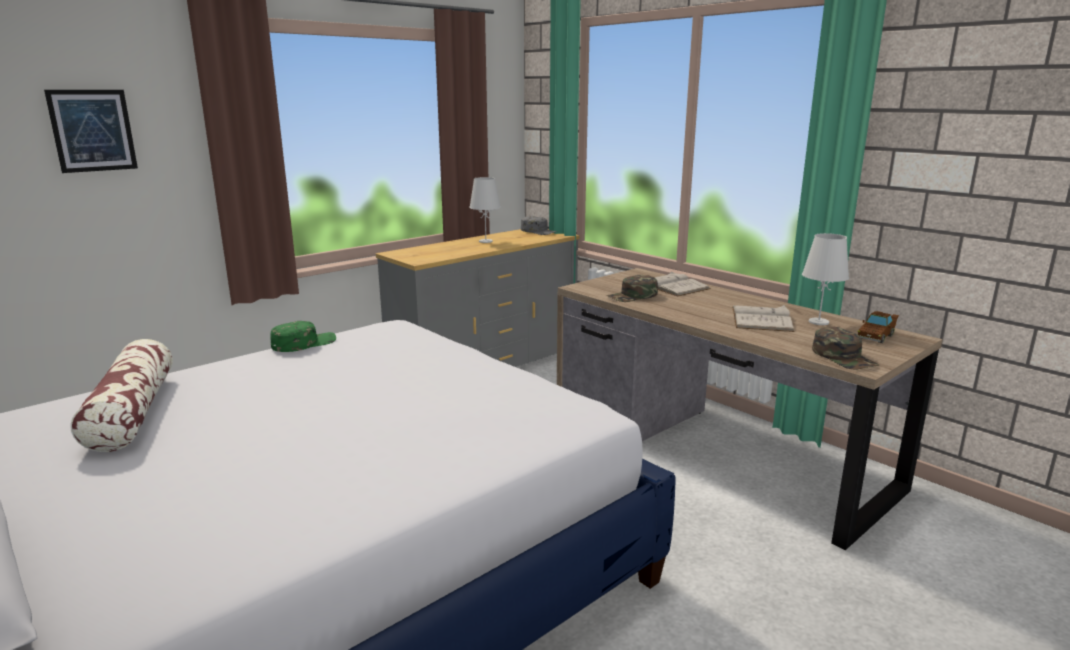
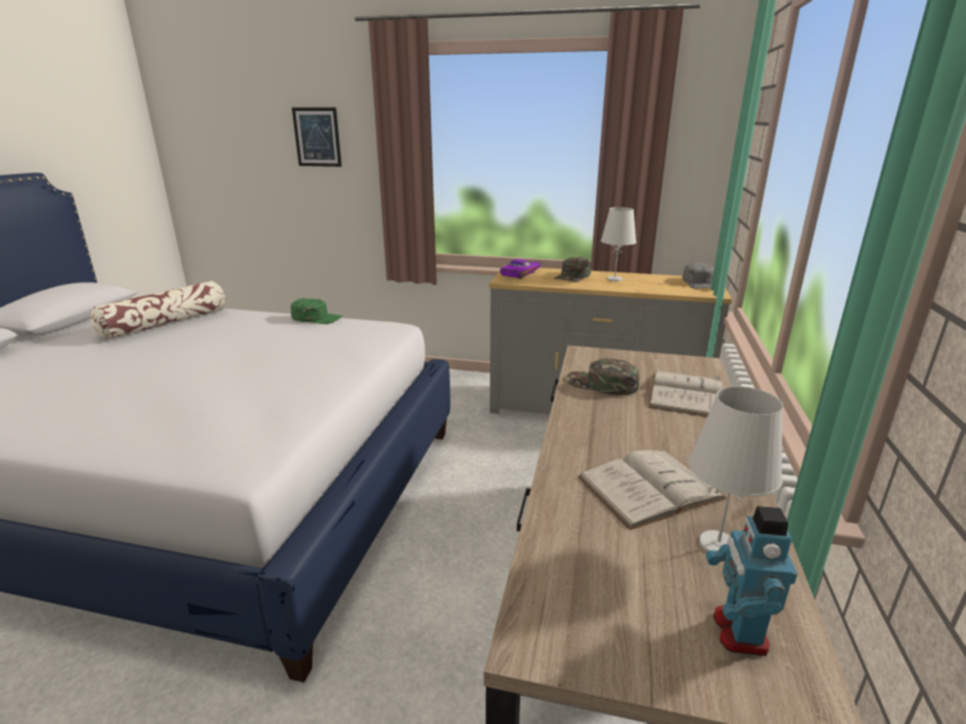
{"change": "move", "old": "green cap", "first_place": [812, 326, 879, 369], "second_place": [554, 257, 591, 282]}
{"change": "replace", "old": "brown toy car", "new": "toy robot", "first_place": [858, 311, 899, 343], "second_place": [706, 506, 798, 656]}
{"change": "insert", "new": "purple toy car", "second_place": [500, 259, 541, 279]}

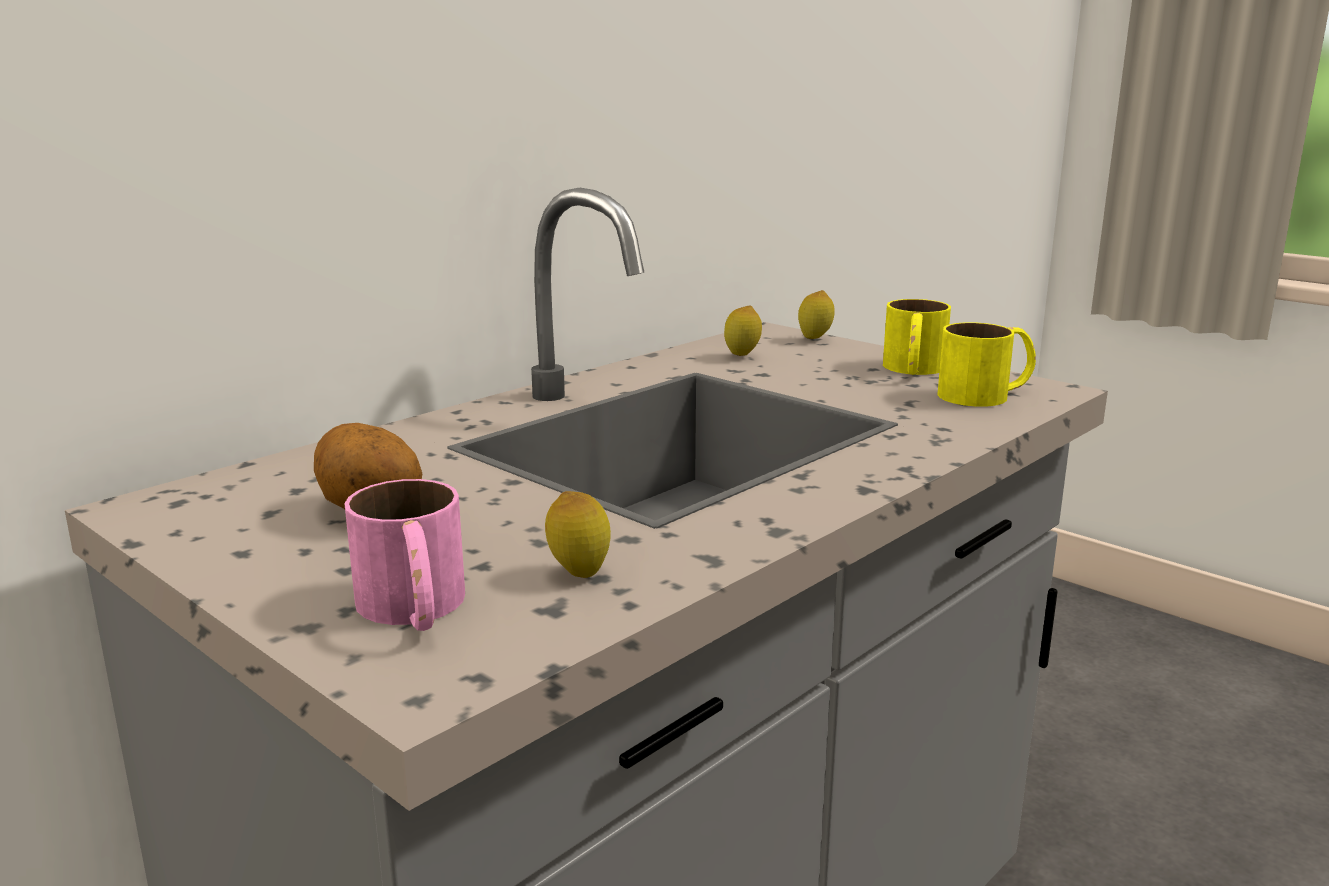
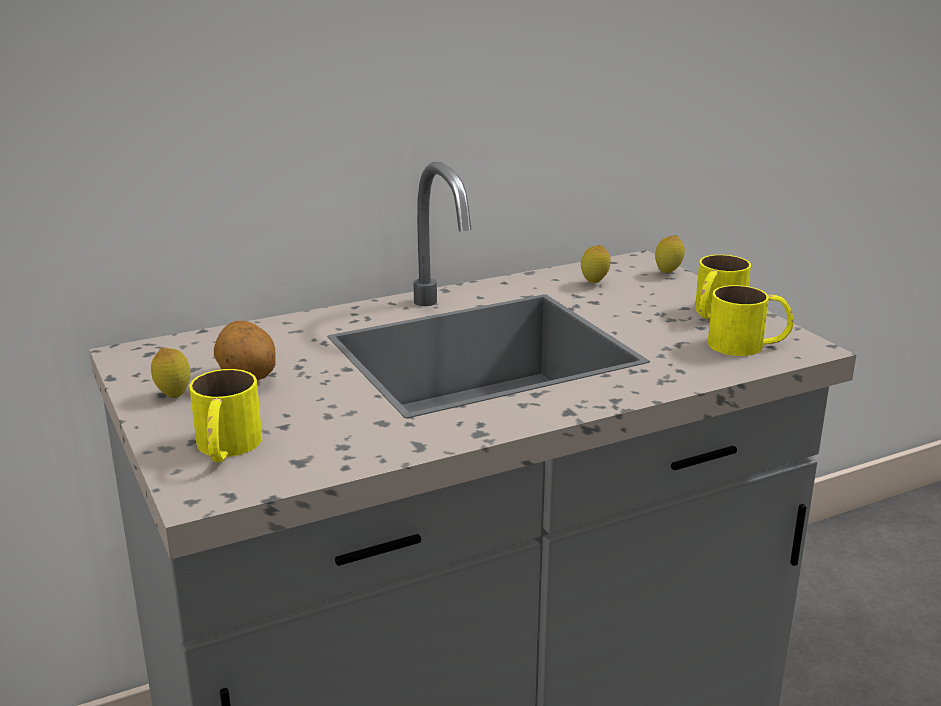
{"change": "recolor", "old": "pink mug", "new": "yellow mug", "first_place": [344, 479, 465, 631], "second_place": [189, 369, 262, 463]}
{"change": "move", "old": "lemon", "first_place": [545, 491, 611, 578], "second_place": [151, 347, 190, 398]}

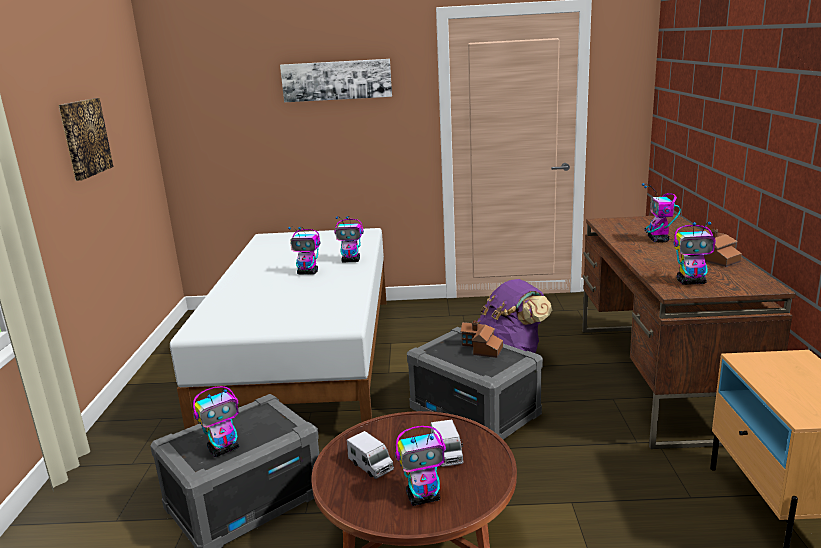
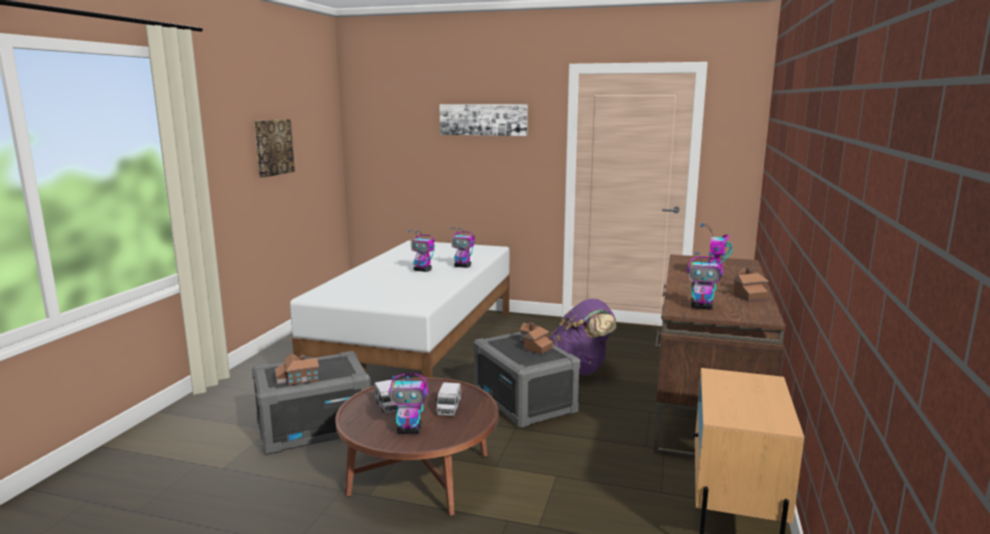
{"change": "replace", "old": "toy robot", "new": "toy house", "first_place": [193, 386, 239, 457], "second_place": [275, 353, 319, 385]}

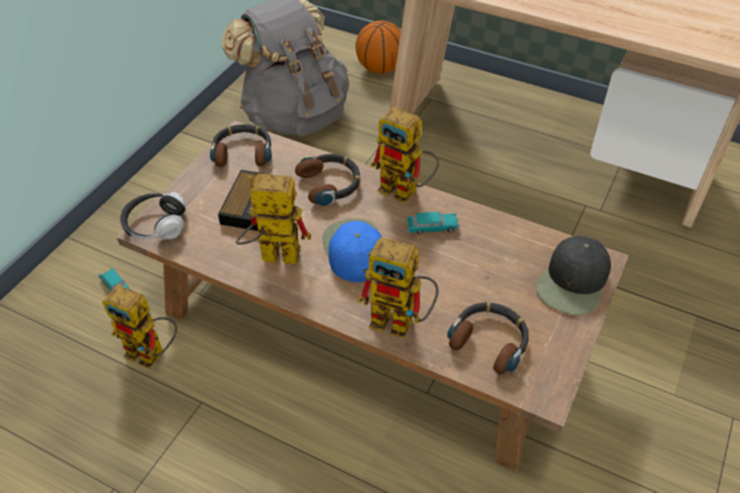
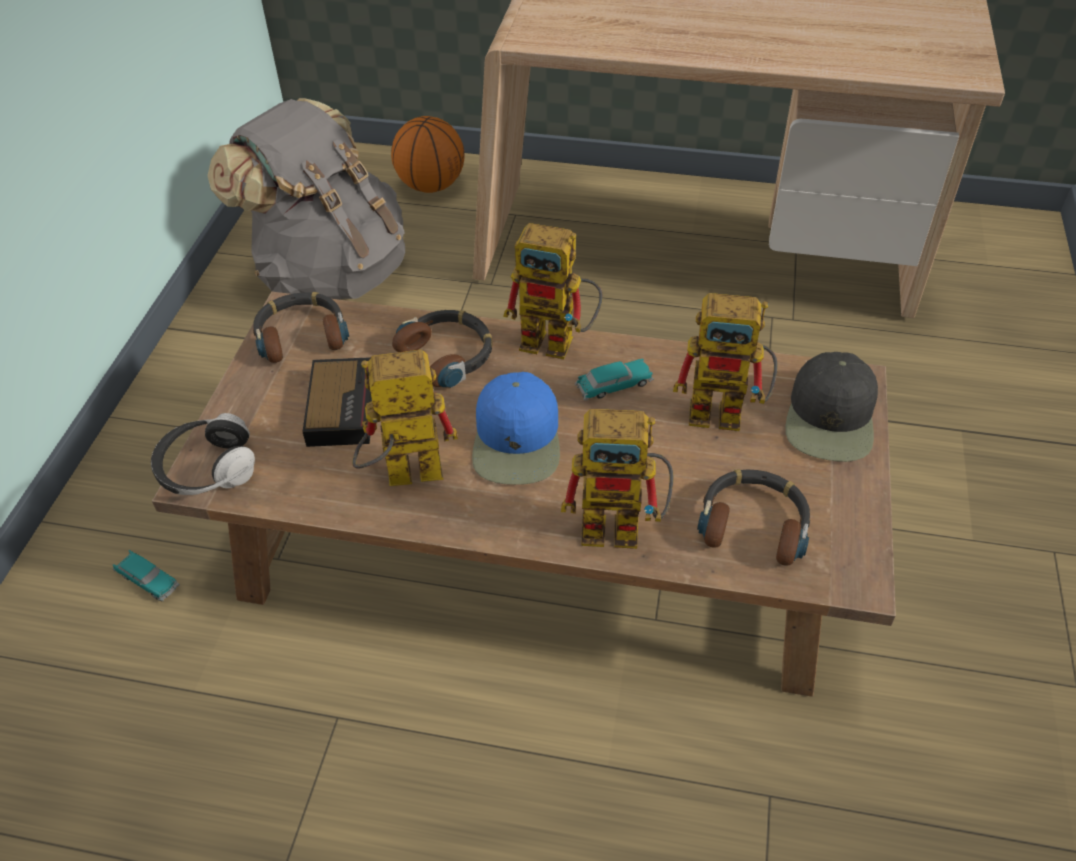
{"change": "move", "old": "toy robot", "first_place": [102, 285, 177, 369], "second_place": [673, 293, 778, 431]}
{"change": "rotate", "old": "blue cap", "first_place": [322, 219, 383, 282], "second_place": [472, 372, 560, 485], "degrees": -150}

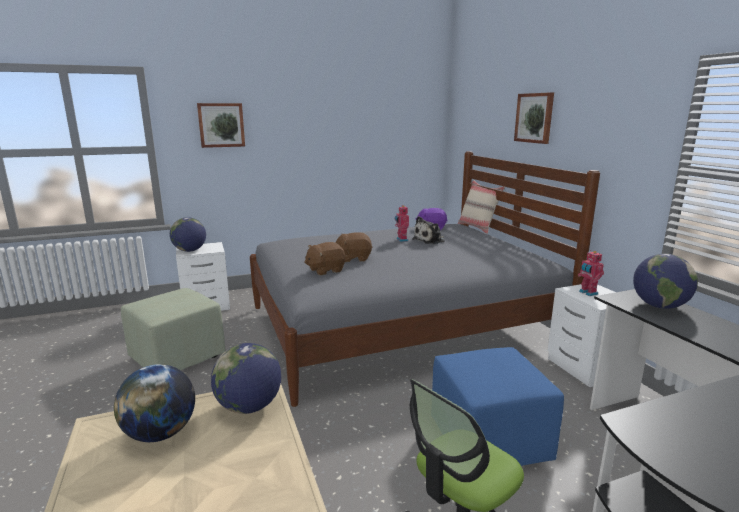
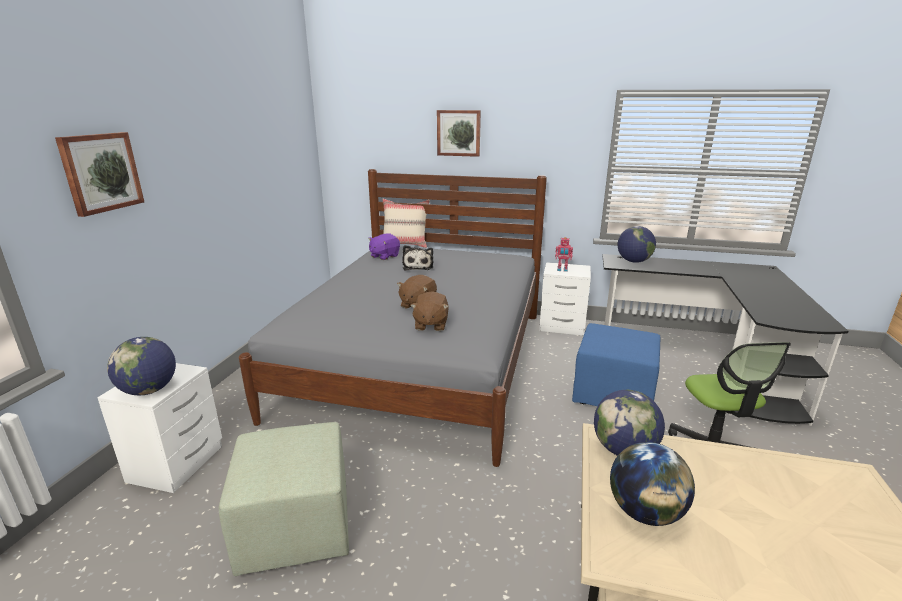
{"change": "delete", "old": "toy robot", "first_place": [395, 205, 409, 242]}

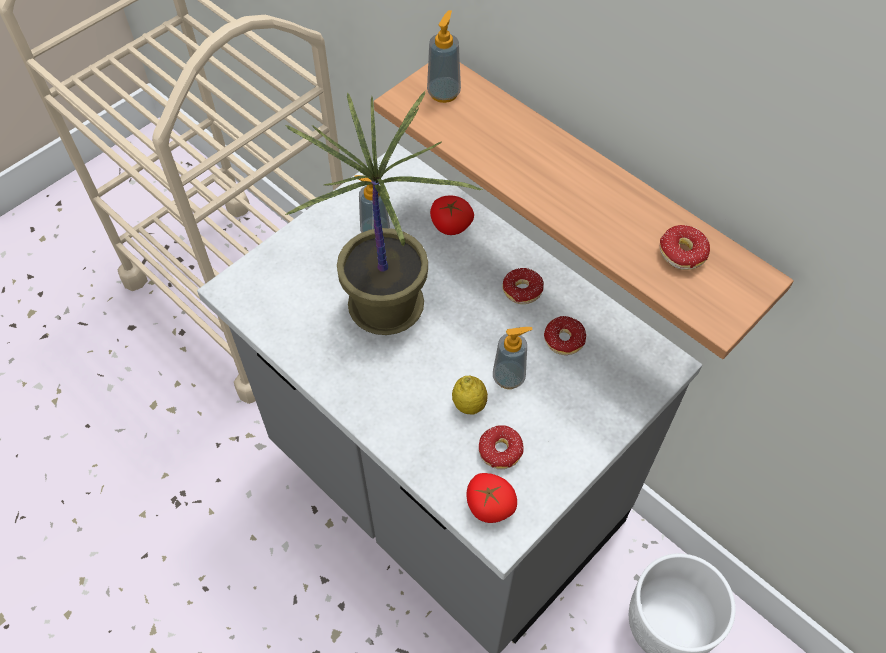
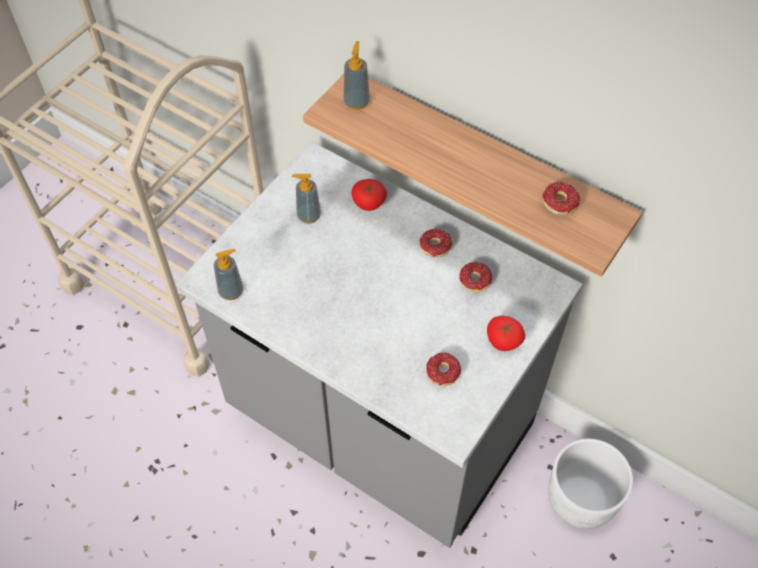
{"change": "delete", "old": "potted plant", "first_place": [285, 91, 483, 335]}
{"change": "delete", "old": "lemon", "first_place": [452, 376, 488, 415]}
{"change": "move", "old": "tomato", "first_place": [466, 473, 517, 523], "second_place": [487, 316, 525, 351]}
{"change": "move", "old": "soap dispenser", "first_place": [493, 327, 533, 389], "second_place": [214, 249, 243, 300]}

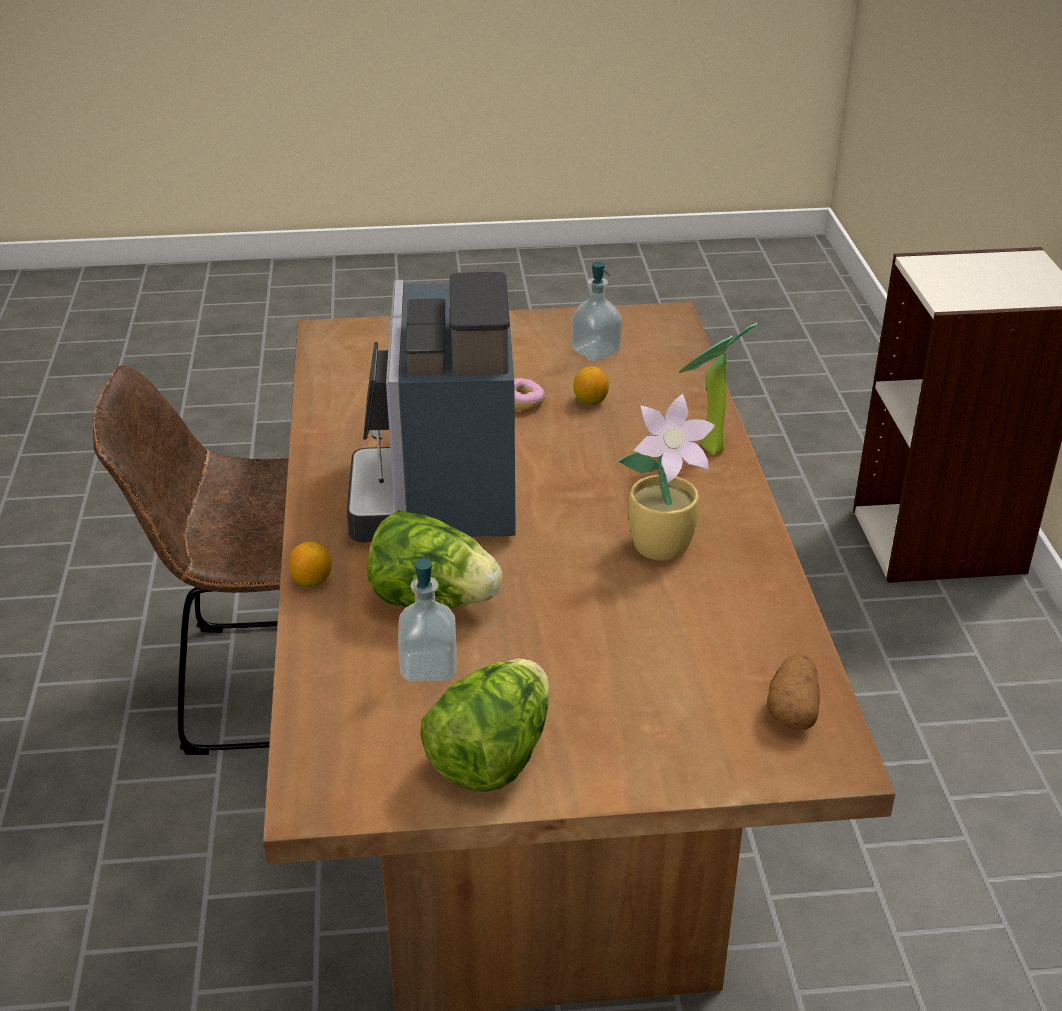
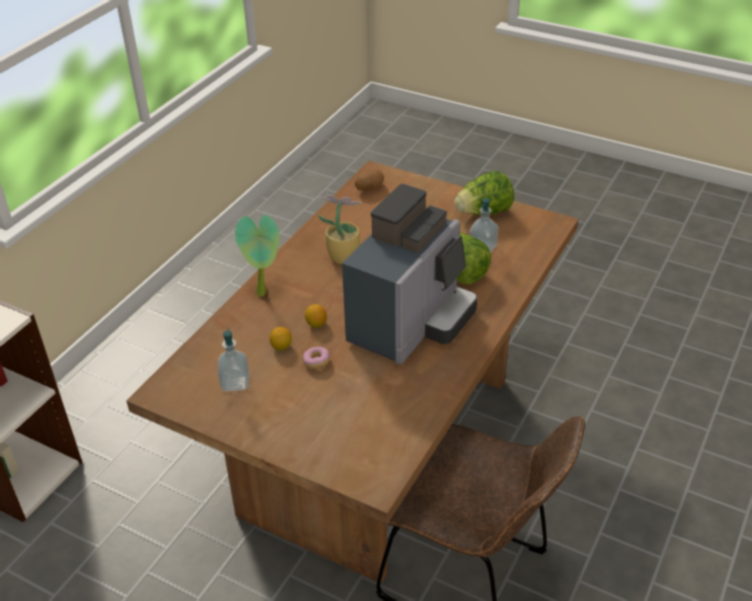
{"change": "move", "old": "lemon", "first_place": [289, 542, 332, 587], "second_place": [305, 304, 327, 328]}

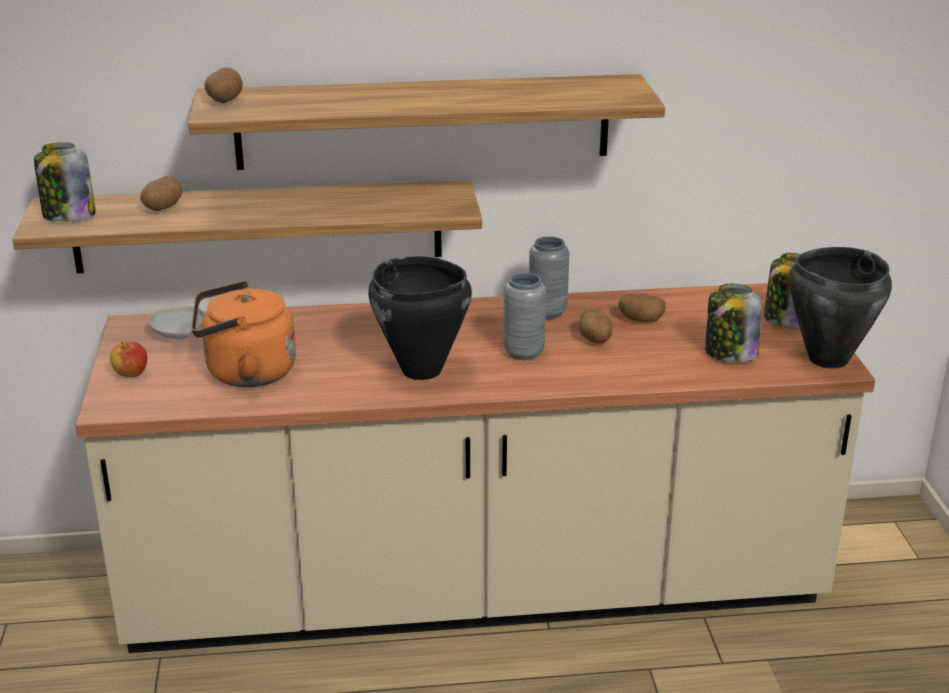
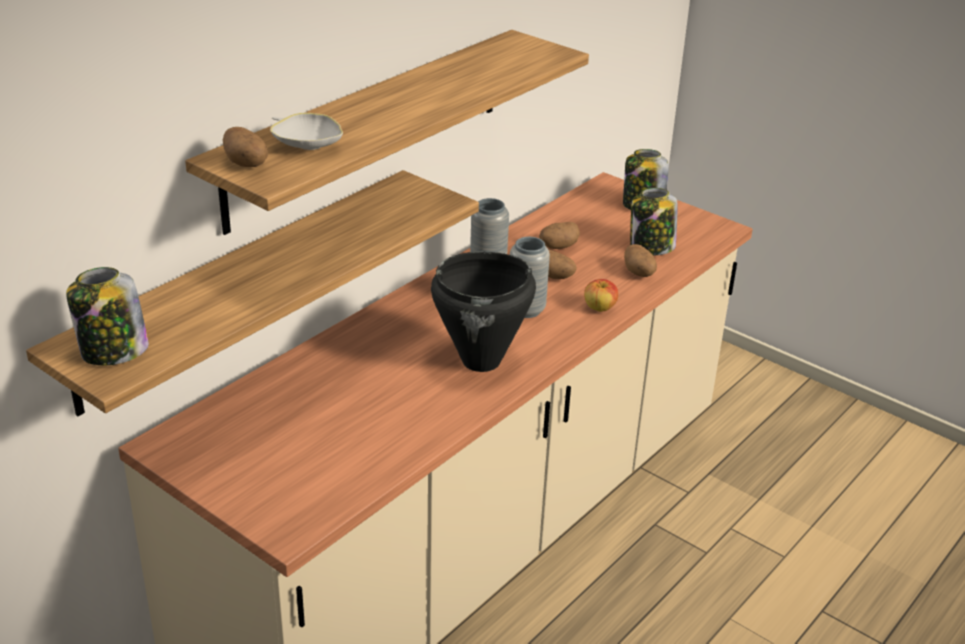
{"change": "move", "old": "apple", "first_place": [110, 342, 147, 377], "second_place": [584, 279, 618, 312]}
{"change": "move", "old": "potato", "first_place": [141, 176, 182, 211], "second_place": [624, 244, 657, 277]}
{"change": "move", "old": "white bowl", "first_place": [147, 303, 206, 340], "second_place": [270, 113, 343, 150]}
{"change": "delete", "old": "orange kettle", "first_place": [191, 281, 296, 387]}
{"change": "delete", "old": "black cooking pot", "first_place": [788, 247, 892, 369]}

